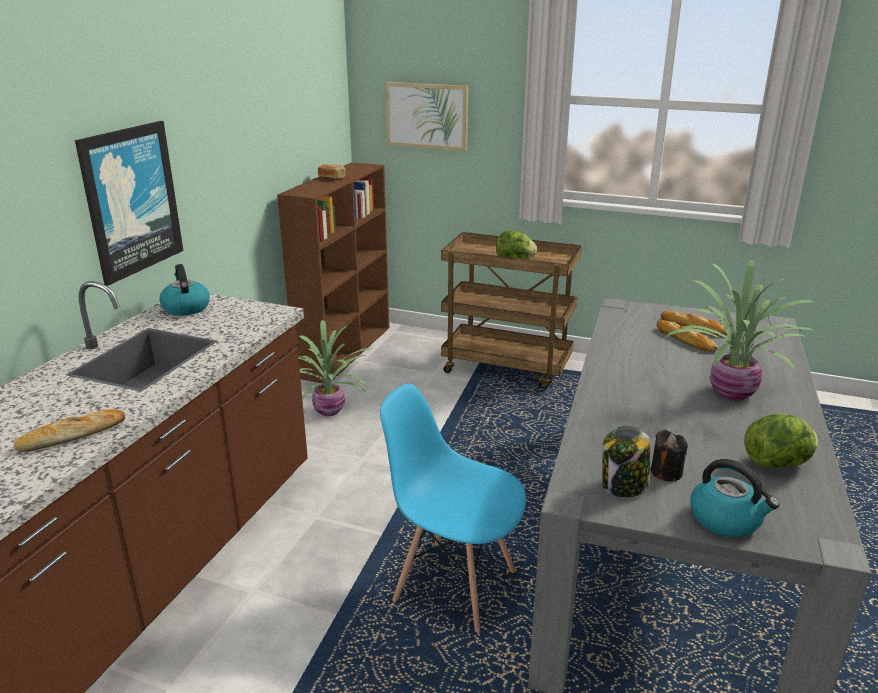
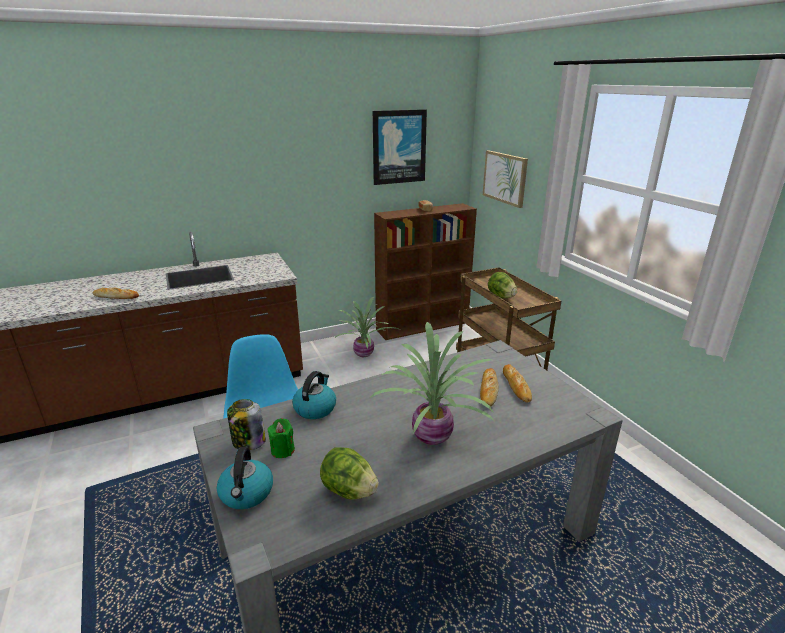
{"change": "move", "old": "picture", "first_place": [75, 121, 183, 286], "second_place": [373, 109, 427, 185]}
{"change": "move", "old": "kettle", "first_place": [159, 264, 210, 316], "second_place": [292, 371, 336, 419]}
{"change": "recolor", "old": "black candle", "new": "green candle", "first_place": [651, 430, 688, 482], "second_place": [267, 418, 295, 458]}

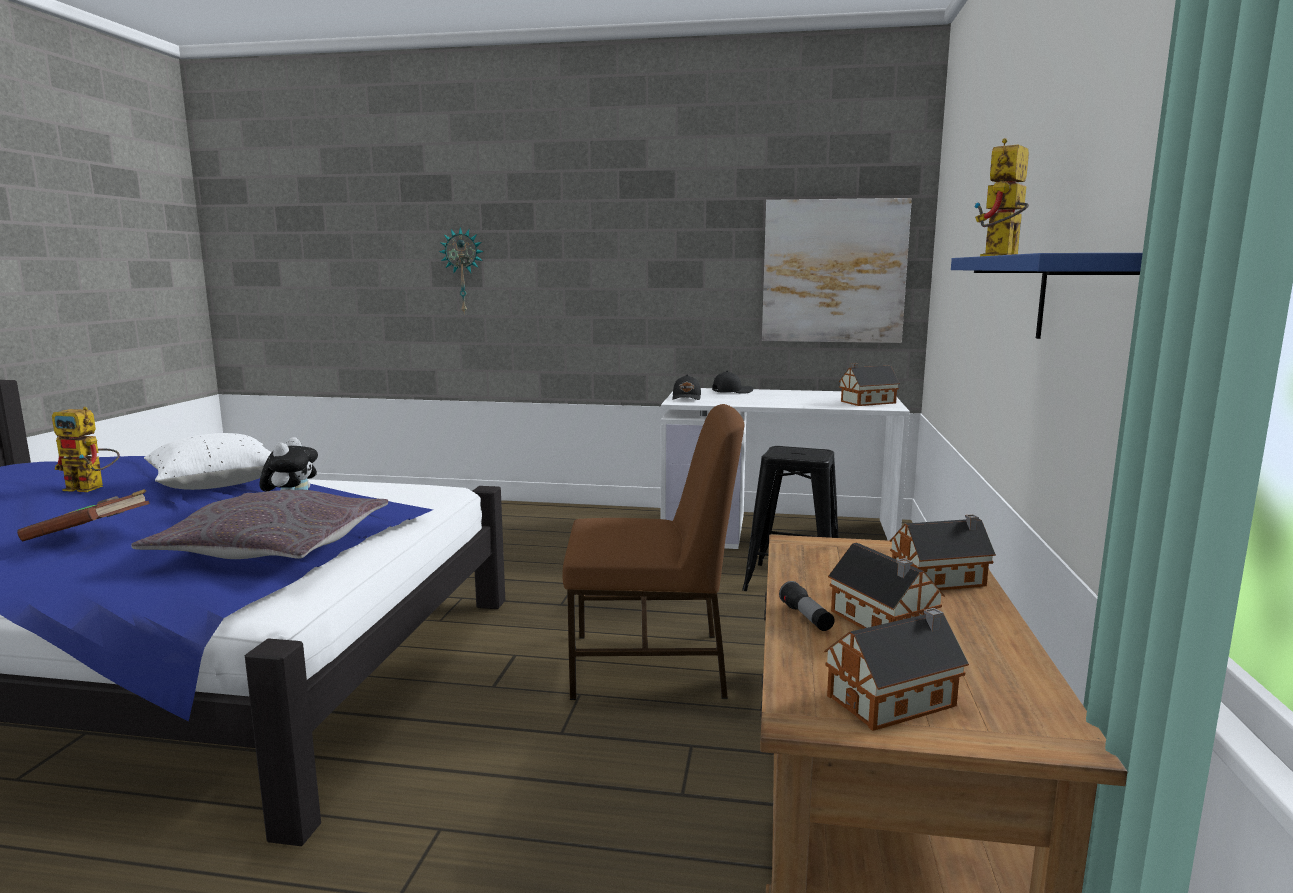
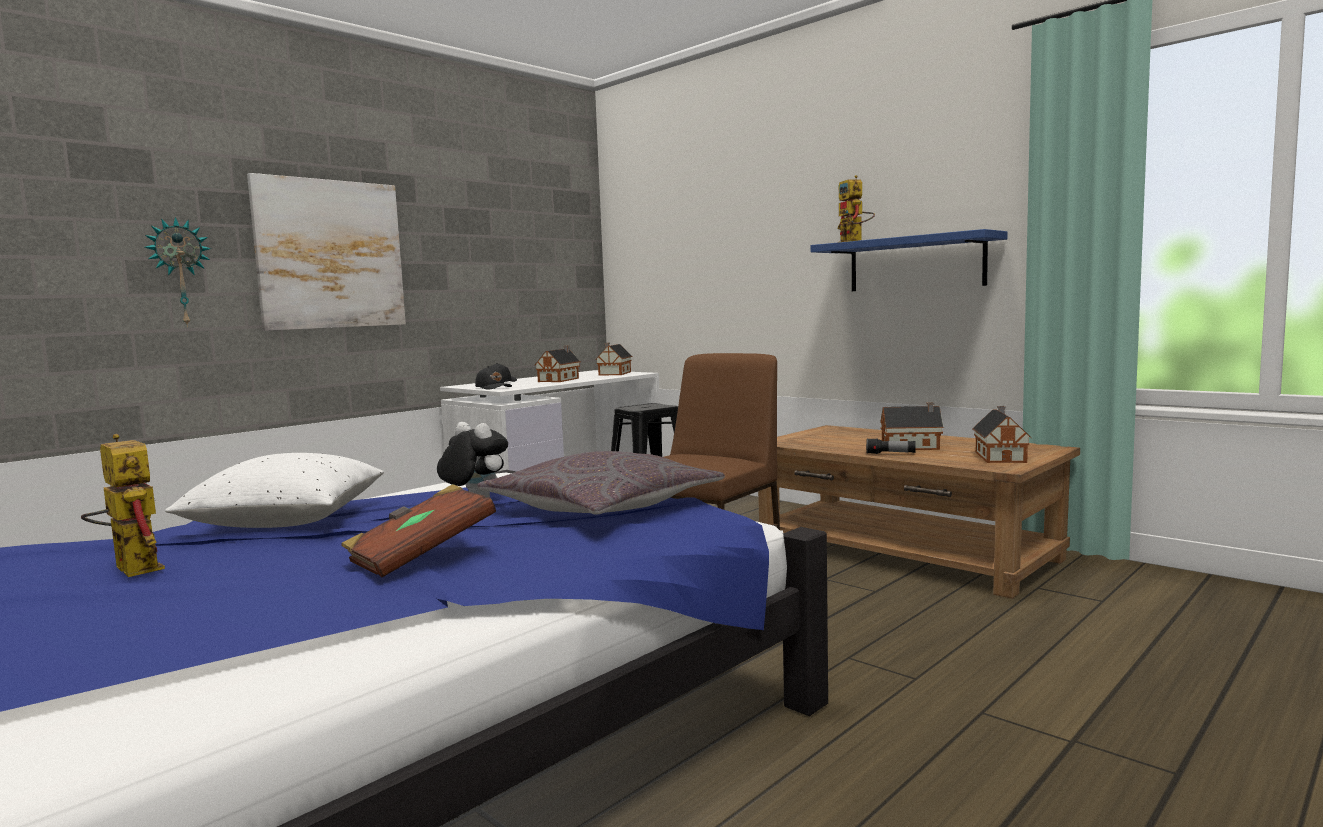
{"change": "rotate", "old": "toy robot", "first_place": [52, 407, 120, 492], "second_place": [81, 434, 165, 577], "degrees": -90}
{"change": "move", "old": "picture", "first_place": [762, 198, 912, 343], "second_place": [247, 173, 406, 331]}
{"change": "move", "old": "toy house", "first_place": [890, 514, 996, 590], "second_place": [535, 346, 581, 382]}

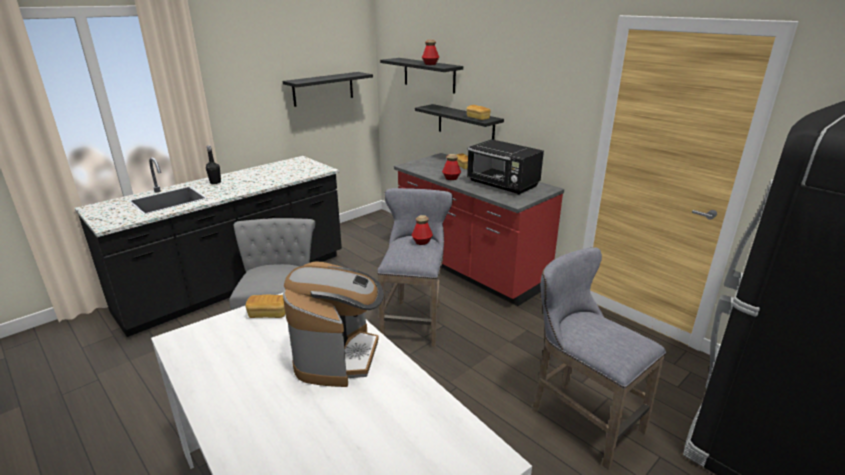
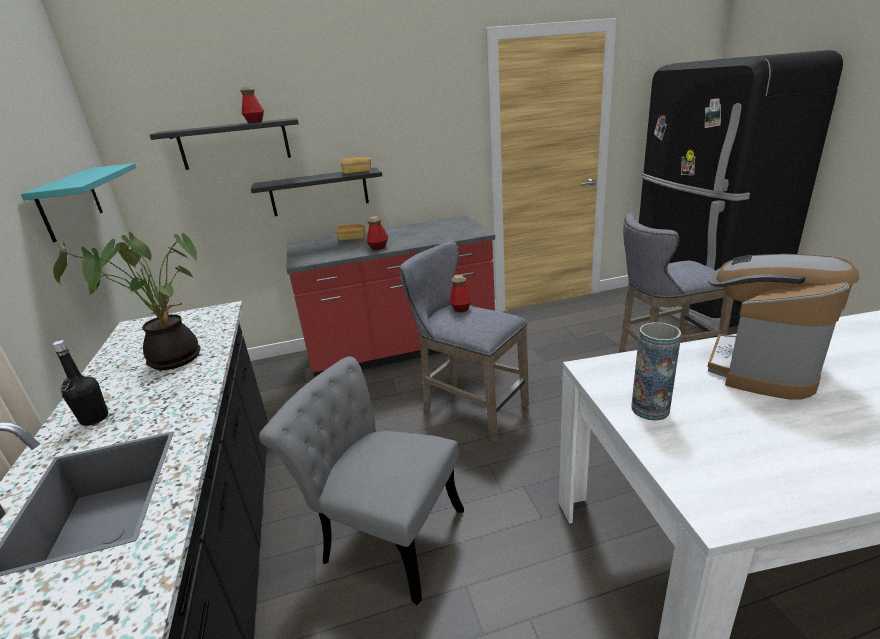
{"change": "replace", "old": "bread", "new": "vase", "first_place": [246, 295, 285, 318], "second_place": [631, 322, 681, 421]}
{"change": "recolor", "old": "black shelf", "new": "turquoise shelf", "first_place": [283, 72, 373, 107], "second_place": [21, 163, 136, 242]}
{"change": "rotate", "old": "coffee machine", "first_place": [283, 262, 384, 387], "second_place": [708, 254, 860, 400], "degrees": -90}
{"change": "delete", "old": "black microwave", "first_place": [467, 139, 544, 195]}
{"change": "insert", "new": "potted plant", "second_place": [53, 232, 201, 370]}

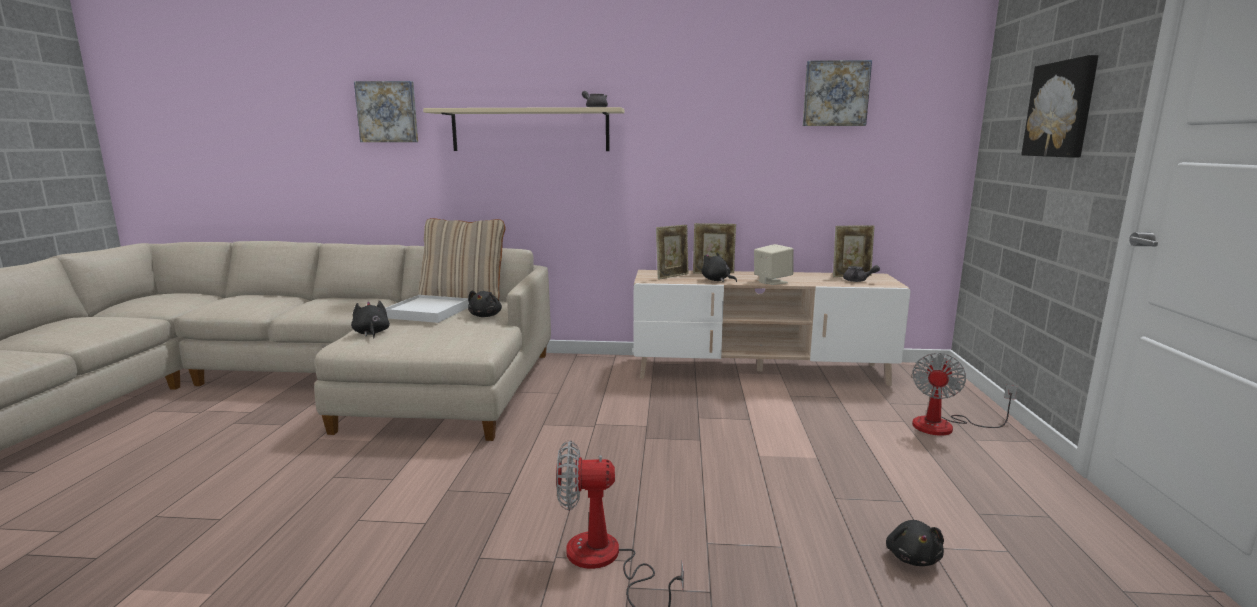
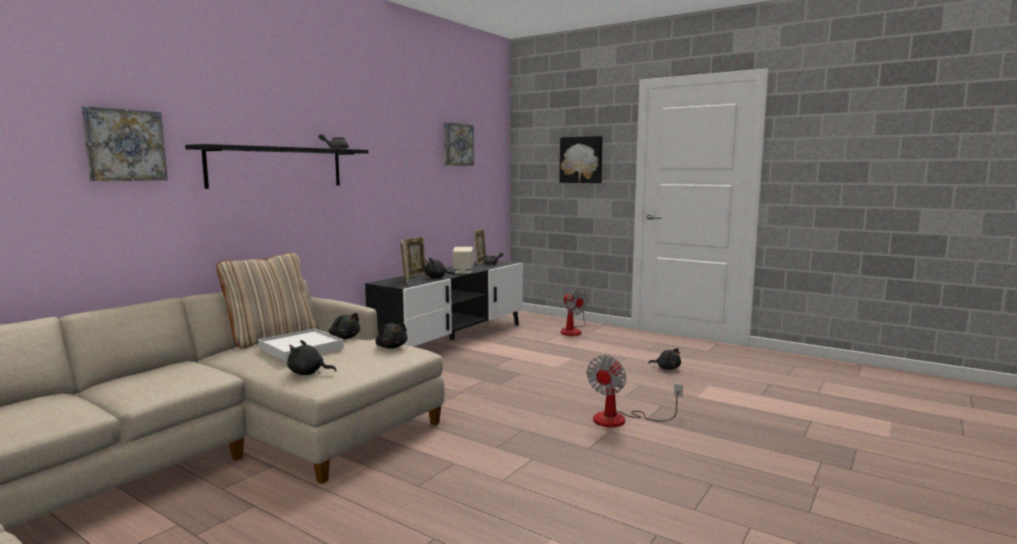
{"change": "recolor", "old": "beige shelf", "new": "black shelf", "first_place": [423, 107, 624, 151], "second_place": [185, 144, 368, 189]}
{"change": "recolor", "old": "beige tv stand", "new": "black tv stand", "first_place": [633, 270, 910, 386], "second_place": [365, 260, 523, 347]}
{"change": "insert", "new": "black plush toy", "second_place": [375, 322, 407, 349]}

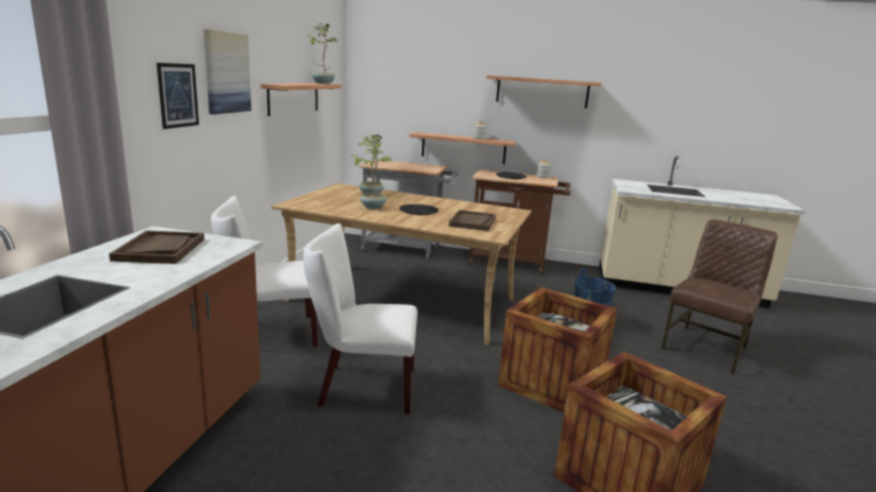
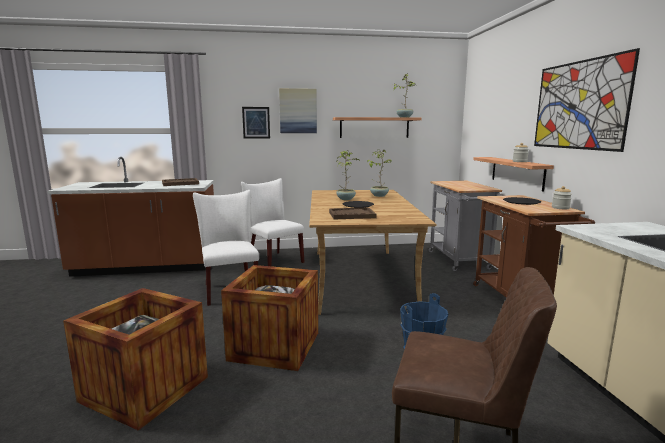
{"change": "replace", "old": "shelf", "new": "picture", "first_place": [486, 75, 602, 108], "second_place": [534, 48, 640, 152]}

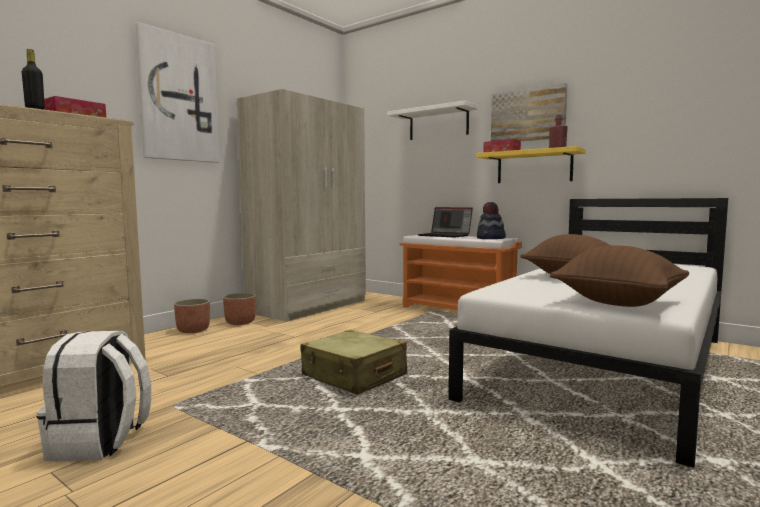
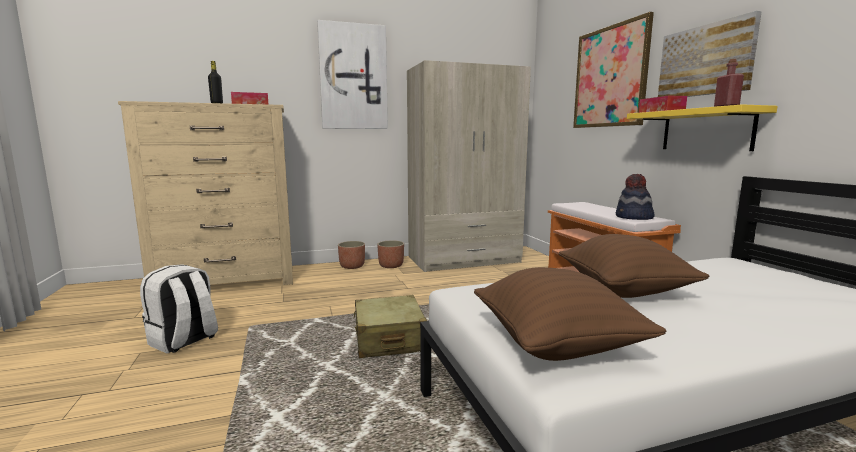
{"change": "replace", "old": "white shelf", "new": "picture", "first_place": [387, 100, 479, 140], "second_place": [573, 12, 654, 128]}
{"change": "delete", "old": "laptop", "first_place": [418, 207, 473, 238]}

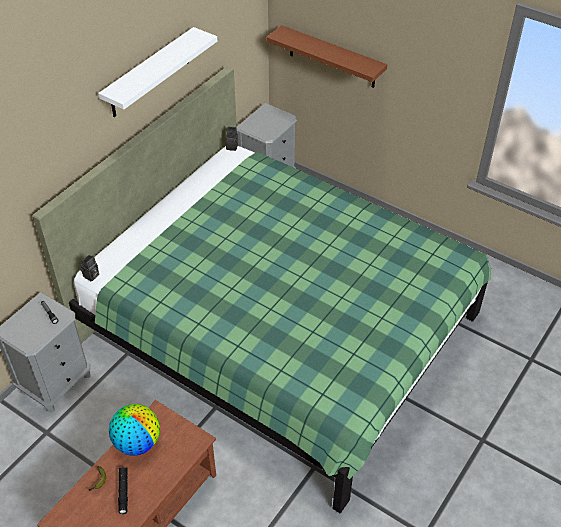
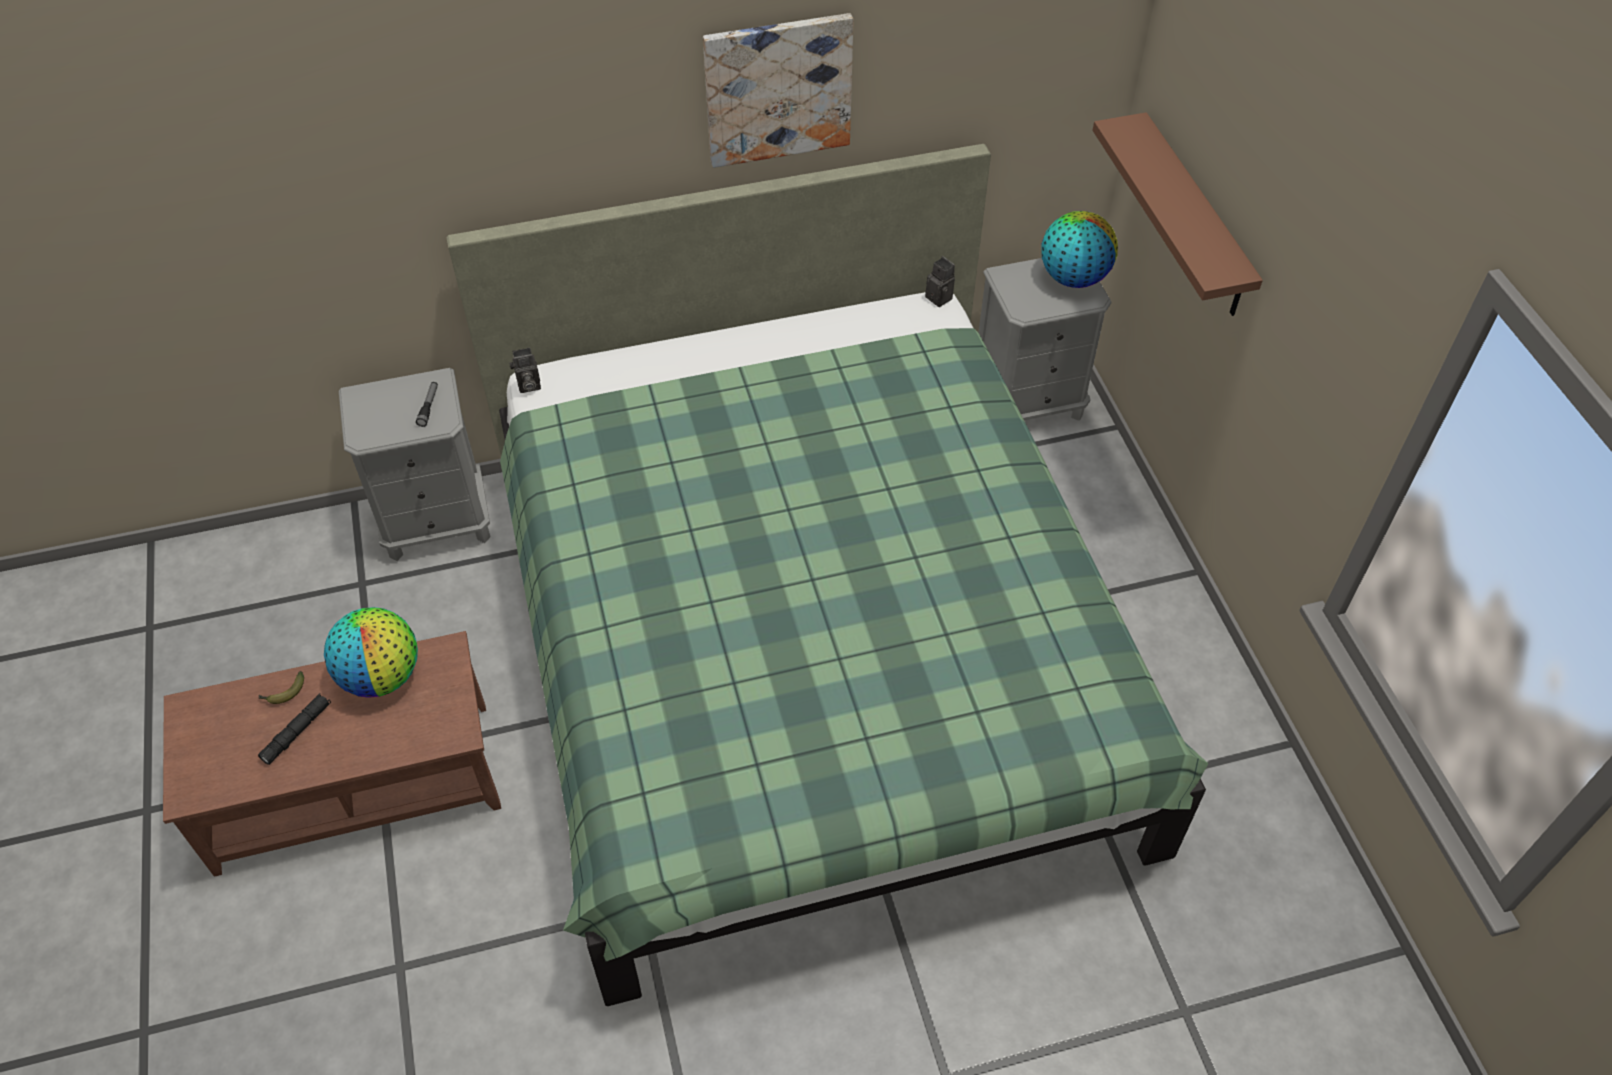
{"change": "replace", "old": "white shelf", "new": "picture", "first_place": [98, 27, 217, 117], "second_place": [703, 13, 854, 168]}
{"change": "insert", "new": "globe", "second_place": [1042, 211, 1118, 288]}

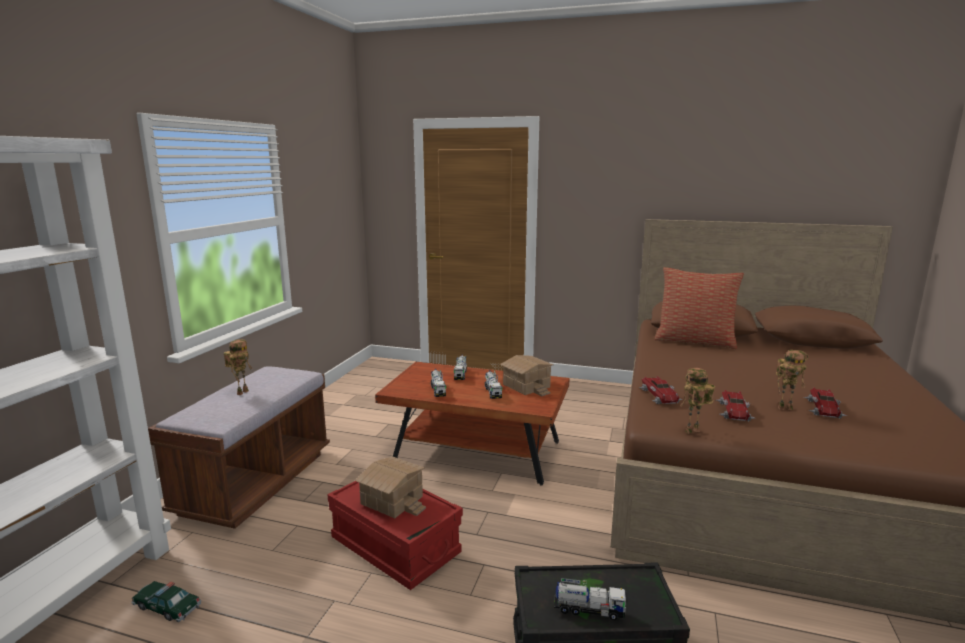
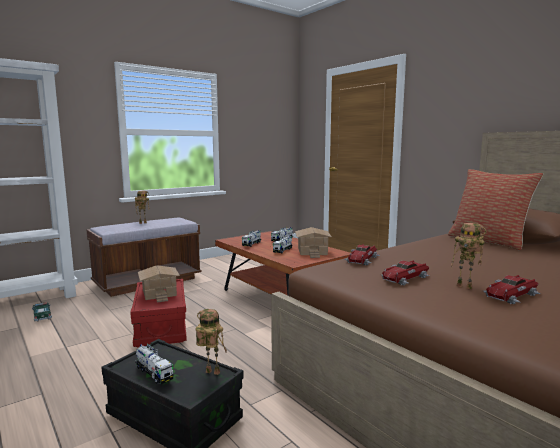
{"change": "move", "old": "toy robot", "first_place": [680, 368, 715, 434], "second_place": [196, 309, 227, 375]}

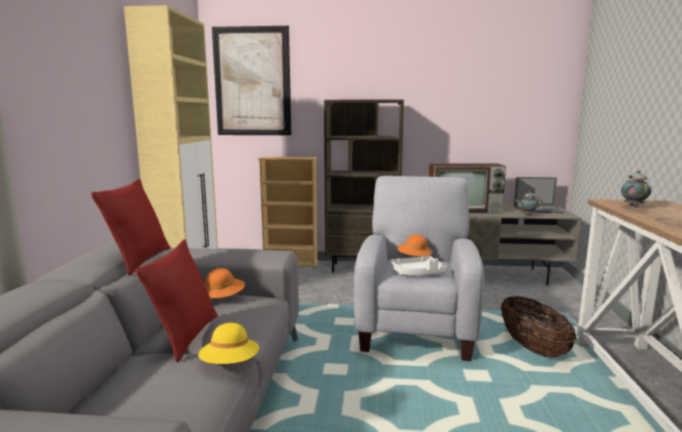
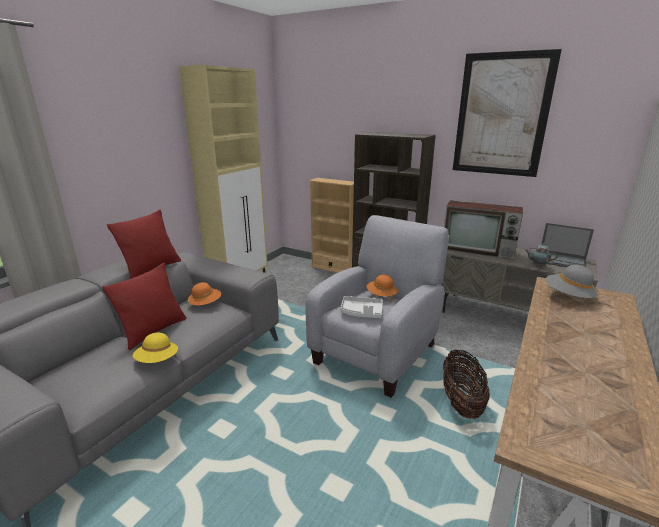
{"change": "move", "old": "picture", "first_place": [212, 26, 291, 135], "second_place": [453, 49, 562, 177]}
{"change": "replace", "old": "teapot", "new": "grey hat", "first_place": [621, 170, 651, 207], "second_place": [546, 265, 599, 304]}

